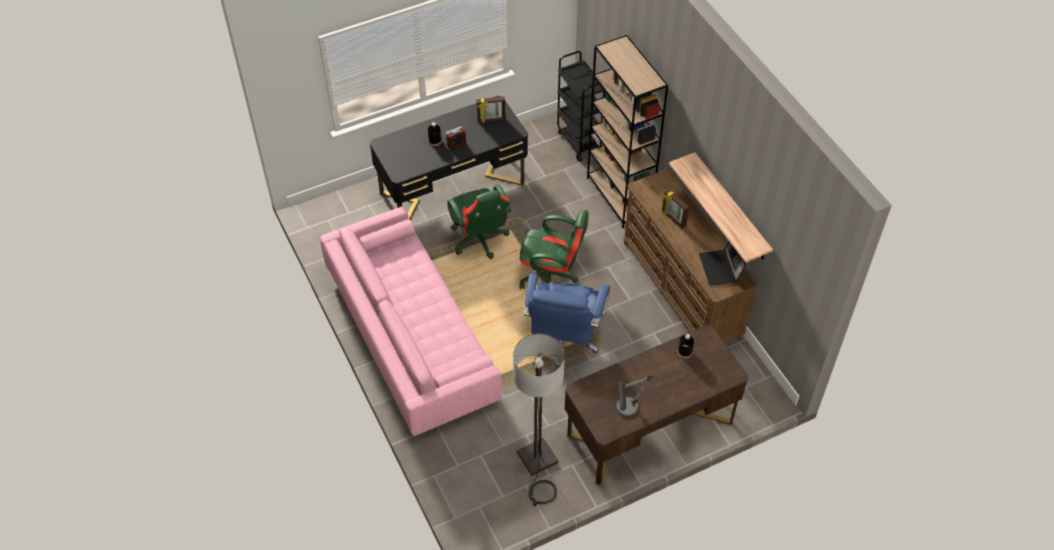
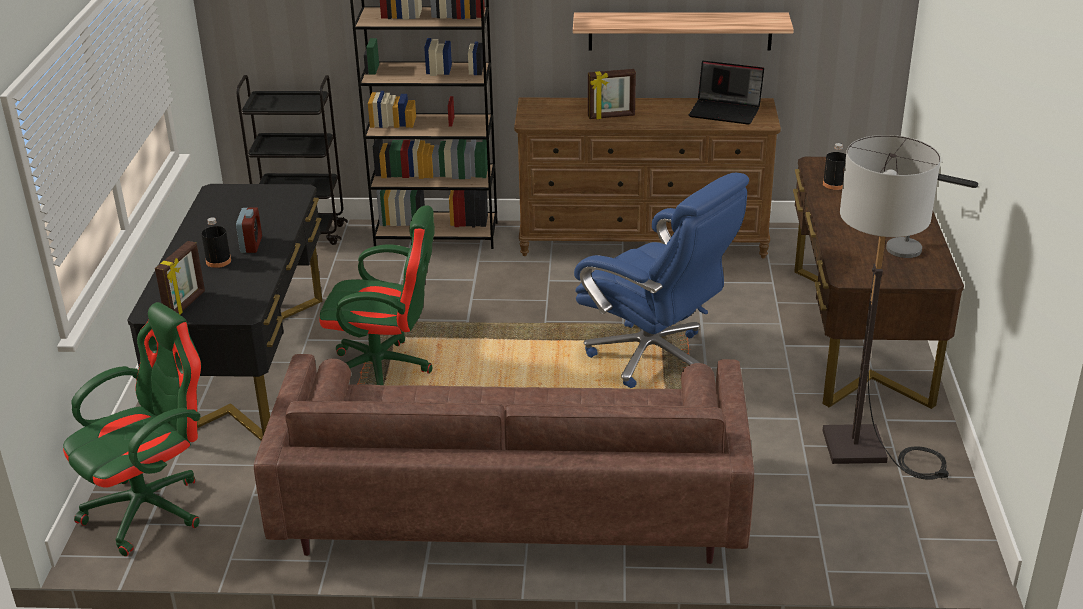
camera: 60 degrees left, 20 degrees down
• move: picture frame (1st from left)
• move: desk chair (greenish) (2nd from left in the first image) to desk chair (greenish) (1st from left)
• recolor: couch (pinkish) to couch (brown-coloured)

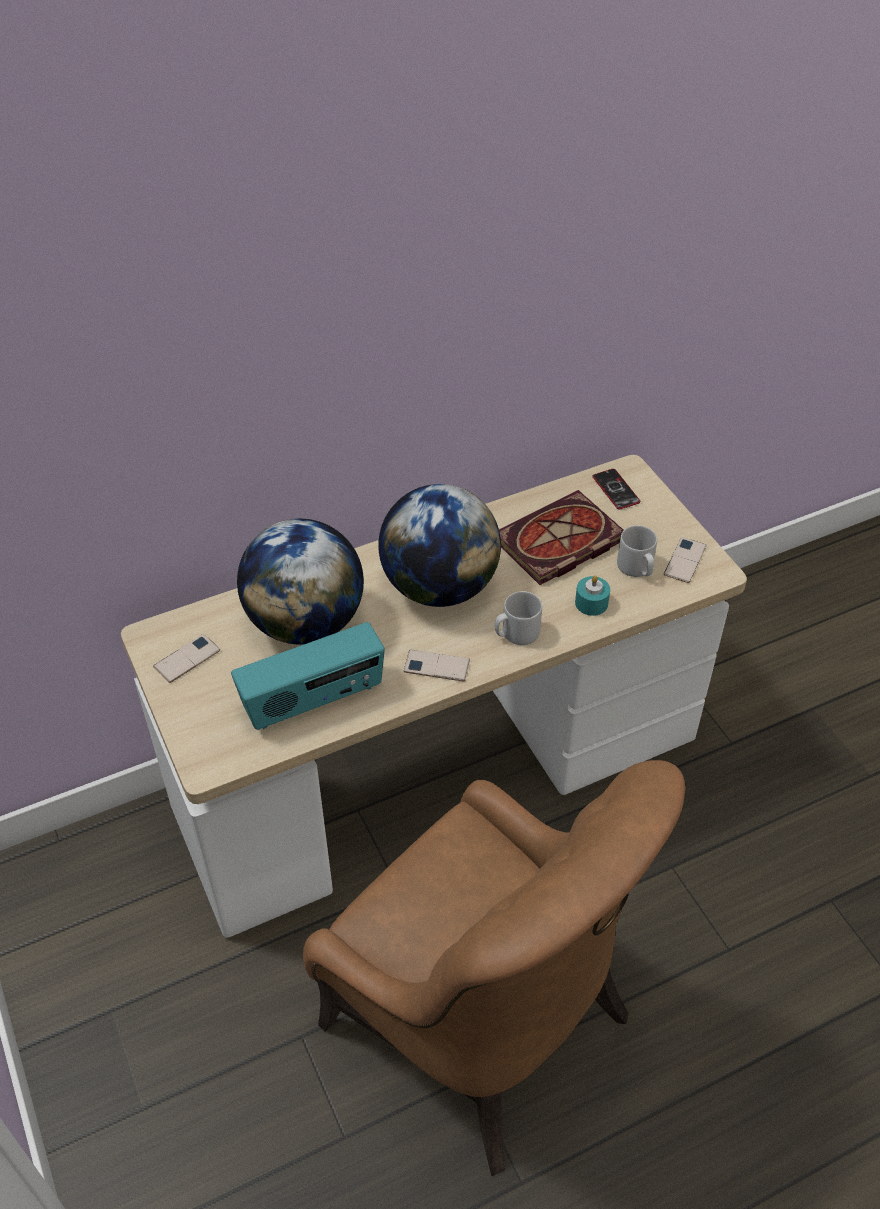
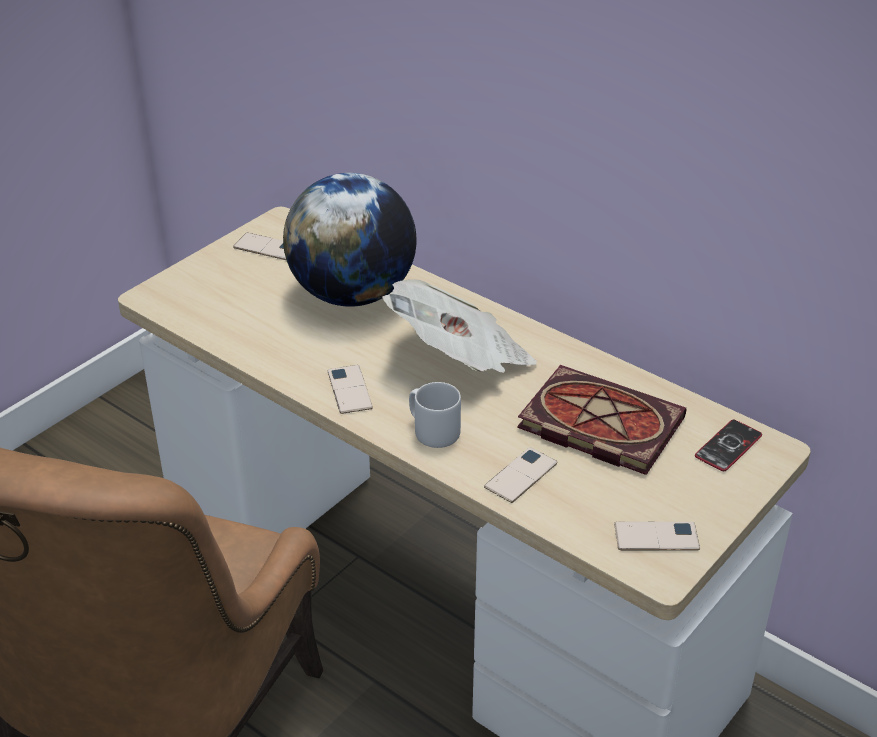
camera: 65 degrees right, 10 degrees down
• delete: radio set
• delete: coffee mug (gray) (2nd from left)
• replace: globe (2nd from left) to printed paper
• replace: wax light (blue-green) to telephone (3rd from left)

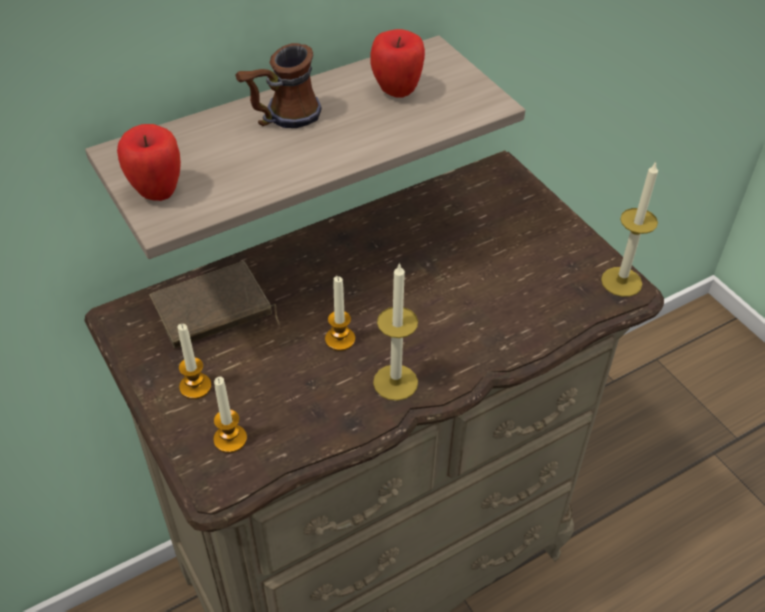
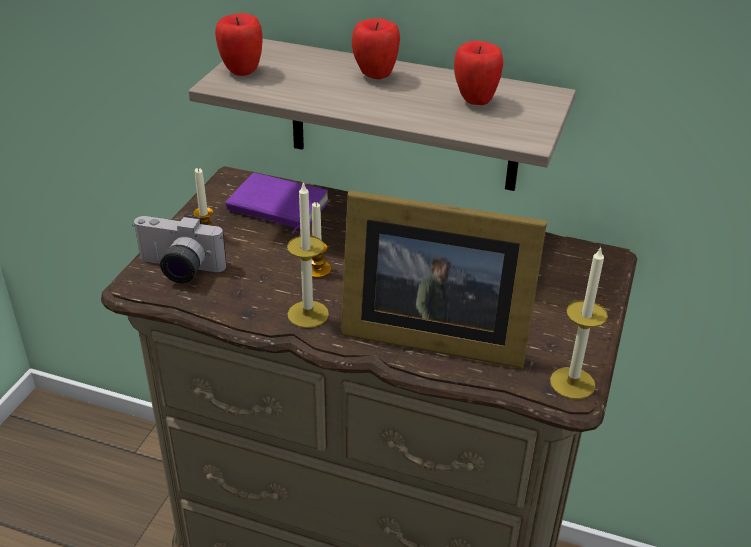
camera: 50 degrees right, 10 degrees down
• insert: picture frame
• replace: wax light (2nd from left) to still camera
• replace: coffee mug to whole apple (2nd from left)
• recolor: volume (brown-coloured) to volume (purple)

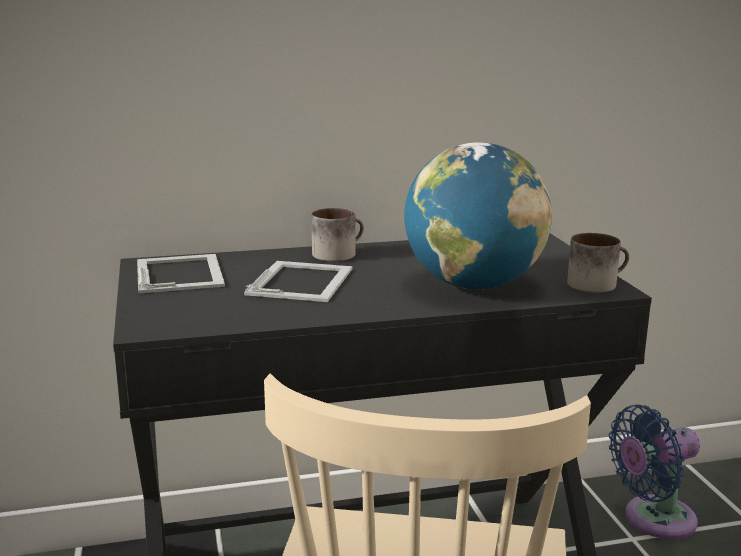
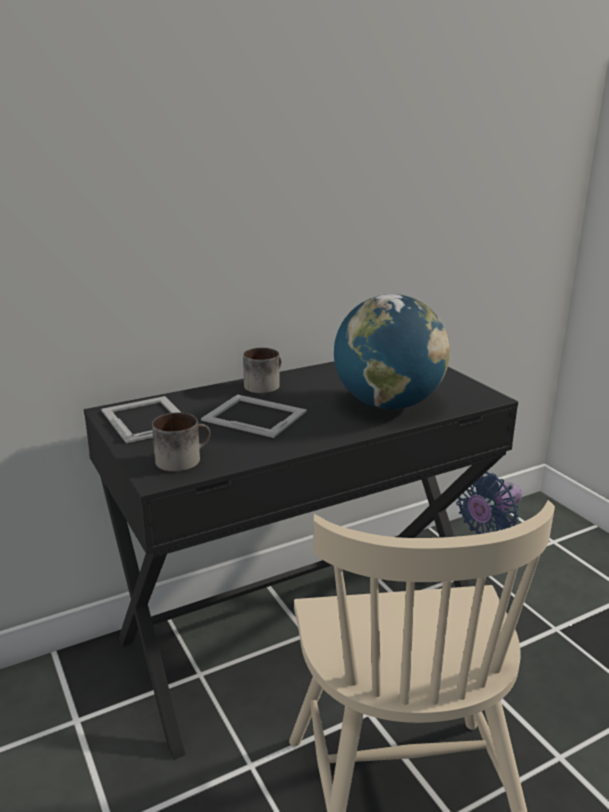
camera: 15 degrees left, 5 degrees up
• move: coffee mug (2nd from left in the first image) to coffee mug (1st from left)
• rotate: picture frame (2nd from left) 60 degrees counterclockwise

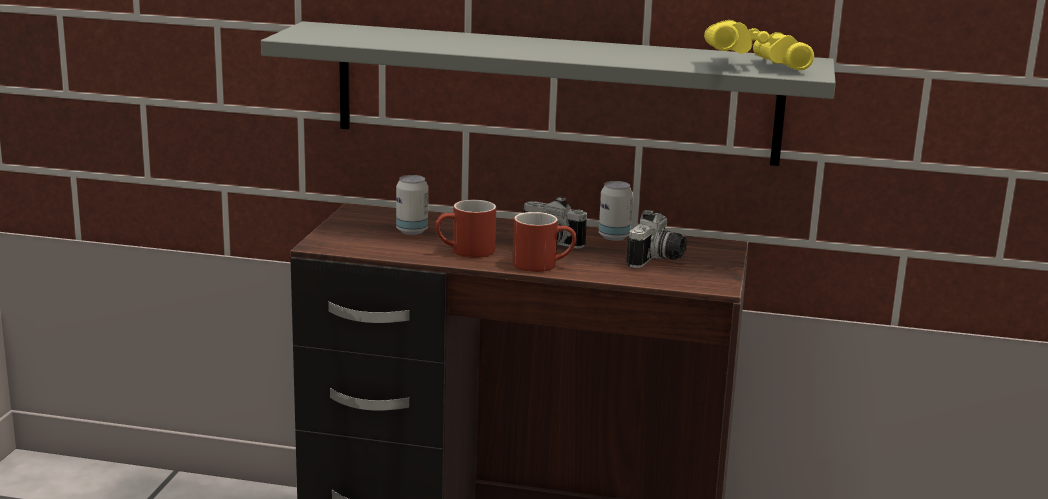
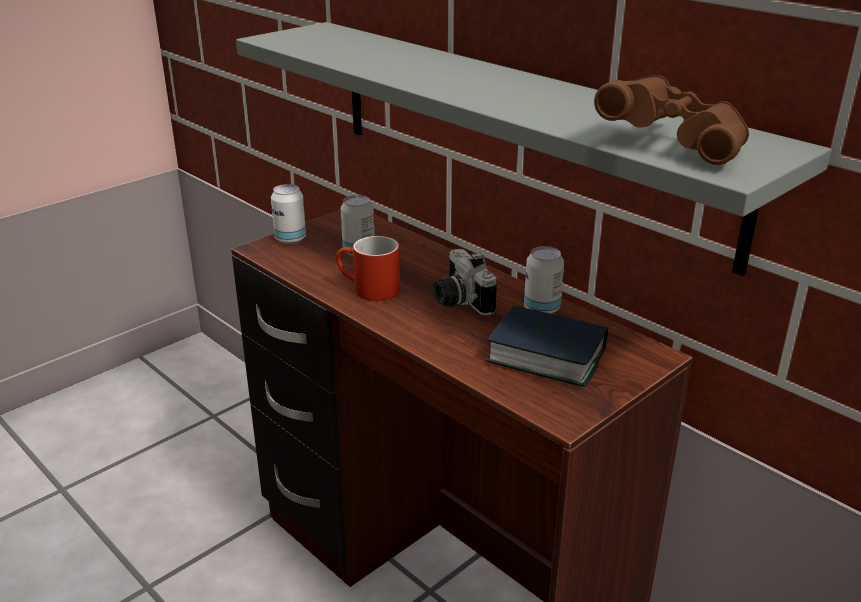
camera: 35 degrees right, 10 degrees up
• delete: coffee mug (red-coloured) (2nd from left)
• insert: can (1st from left)
• replace: still camera (2nd from left) to volume
• recolor: binoculars (yellow) to binoculars (brown-coloured)

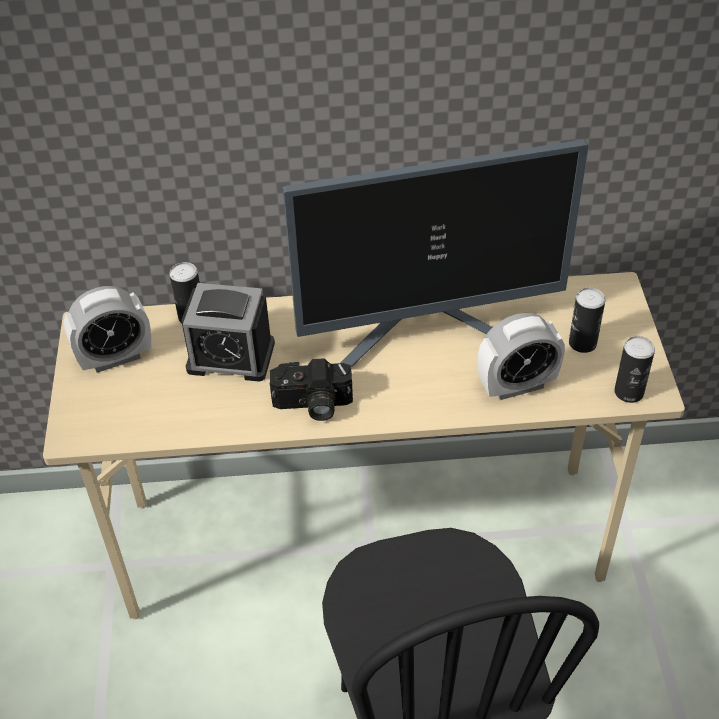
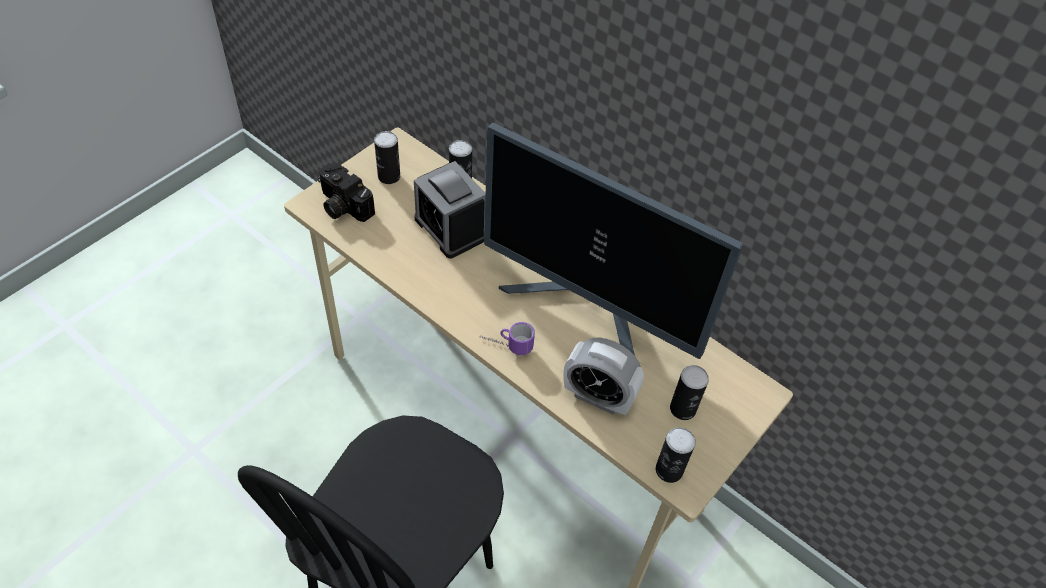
camera: 40 degrees right, 5 degrees up
• insert: coffee mug
• move: still camera
• replace: bedside clock (1st from left) to can (1st from left)

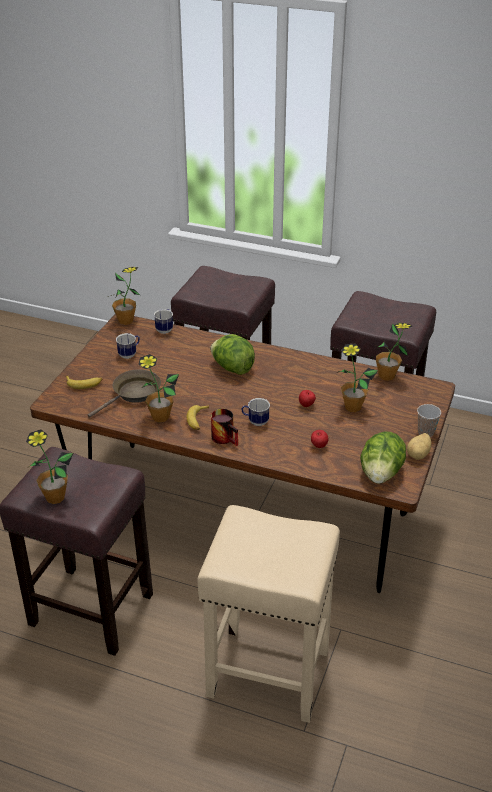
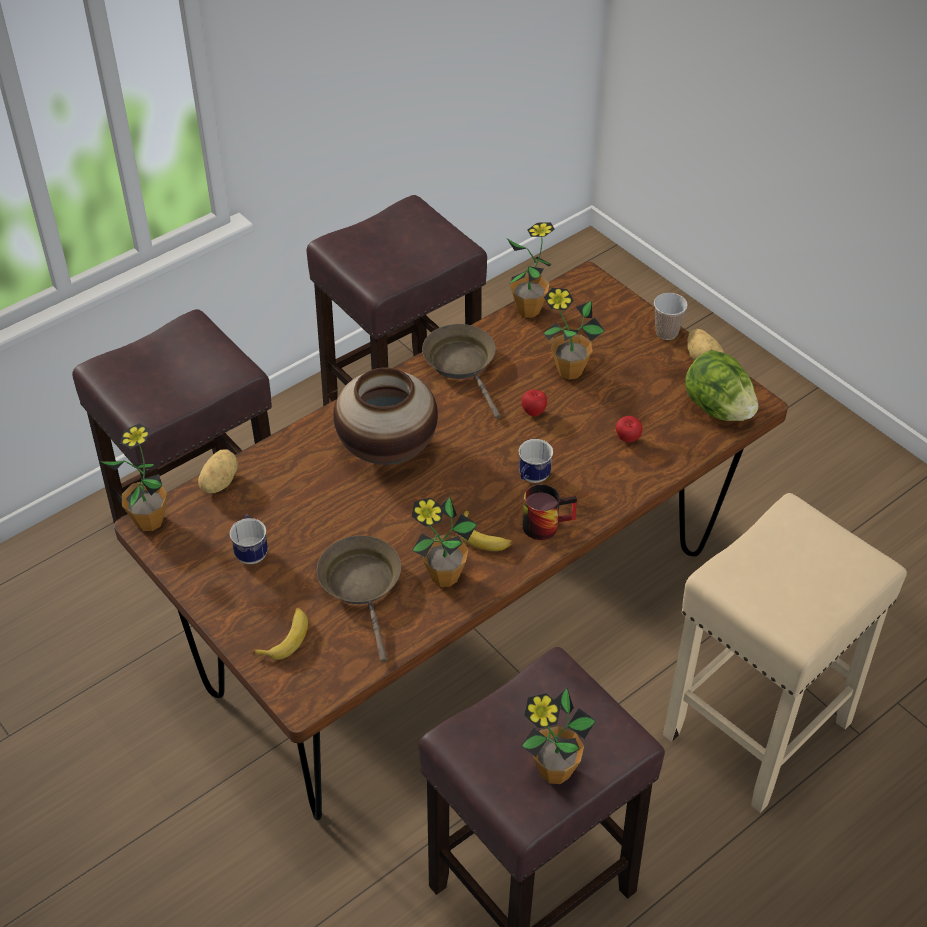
camera: 60 degrees left, 10 degrees up
• insert: skillet (brown-coloured) (2nd from left)
• replace: coffee mug (2nd from left) to spud (1st from left)
• replace: head of lettuce (1st from left) to vase

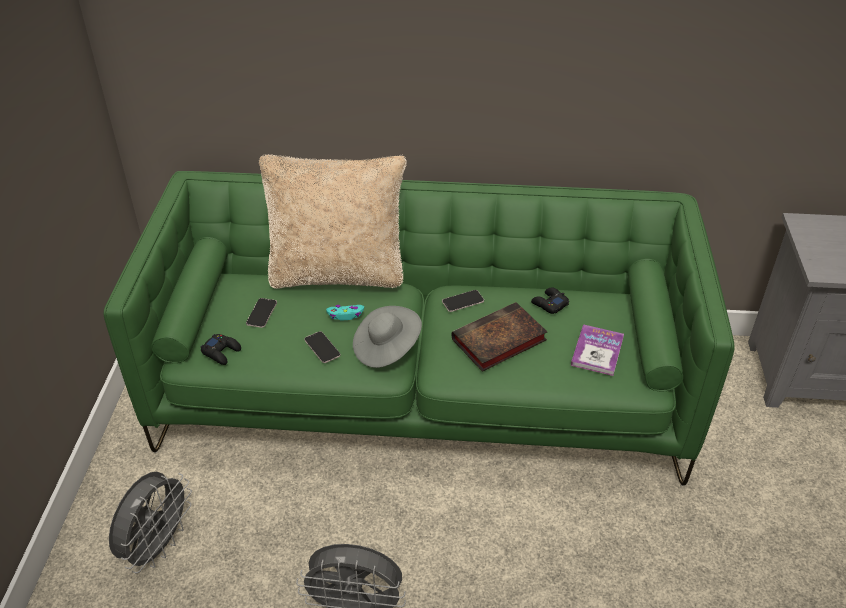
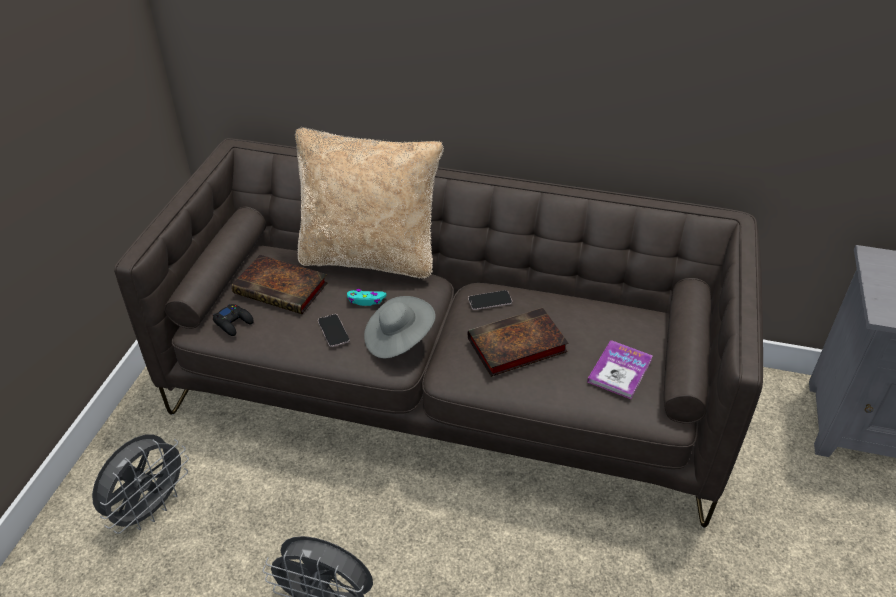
camera: 10 degrees right, 0 degrees up
• delete: game controller (black-coloured) (2nd from left)
• replace: telephone (1st from left) to volume (1st from left)
• recolor: couch (greenish) to couch (gray)

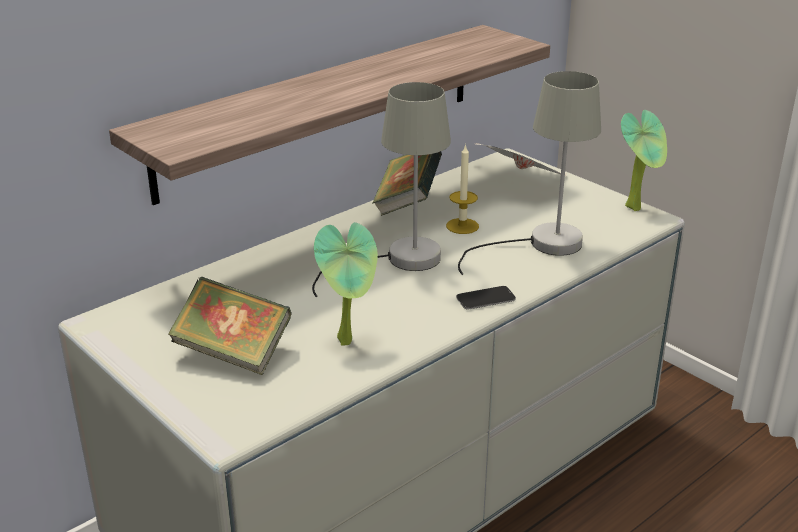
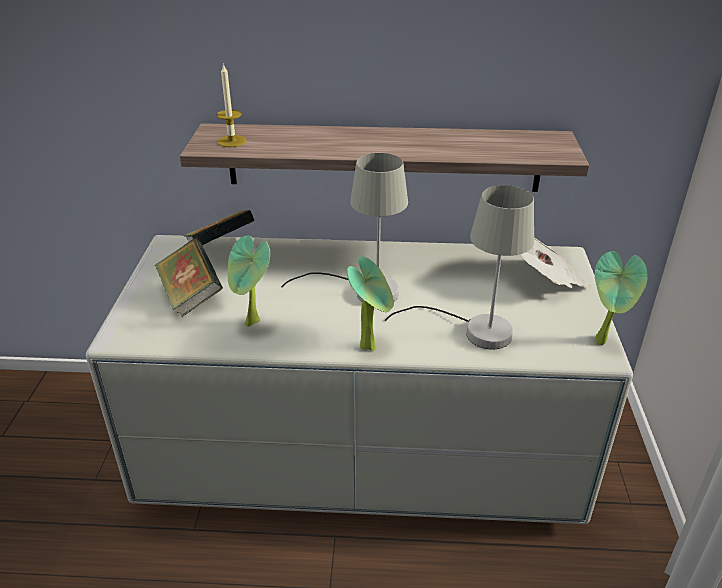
camera: 45 degrees right, 5 degrees up
• move: volume (2nd from left)
• move: wax light
• replace: telephone to plant in a pot (2nd from left)

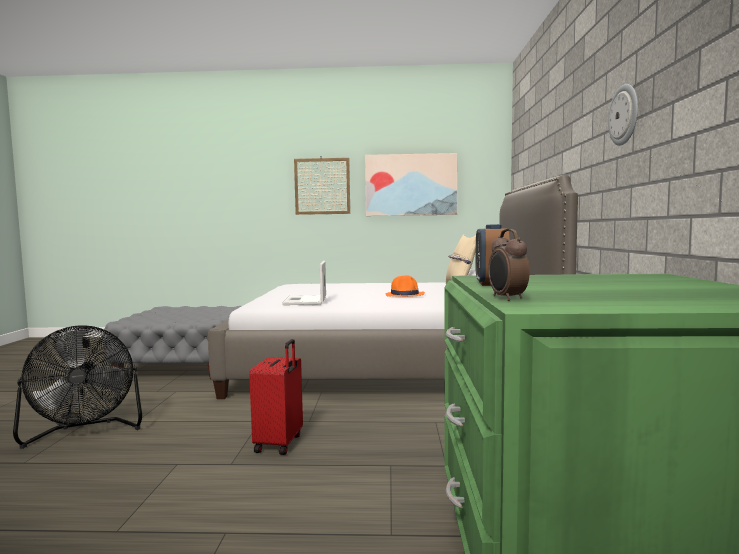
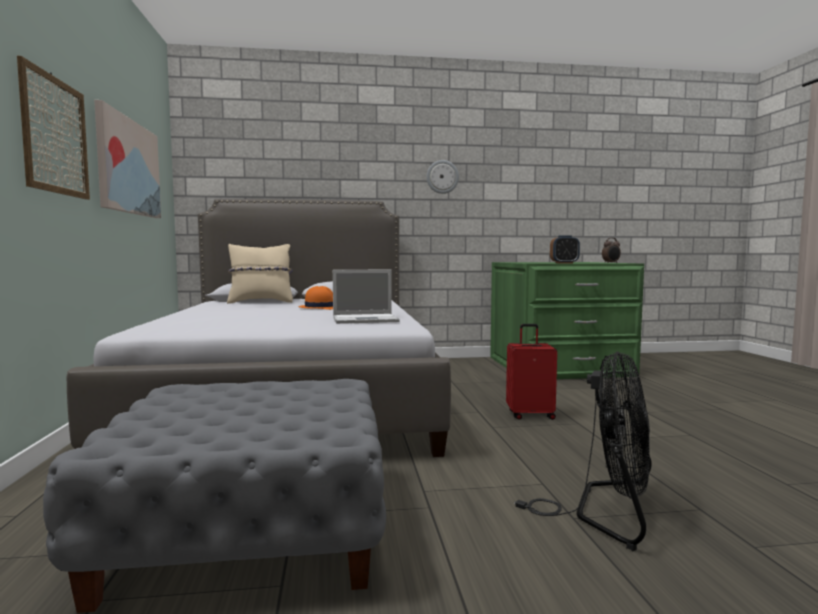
camera: 100 degrees left, 0 degrees up
• rotate: electric fan (black-coloured) 60 degrees clockwise

